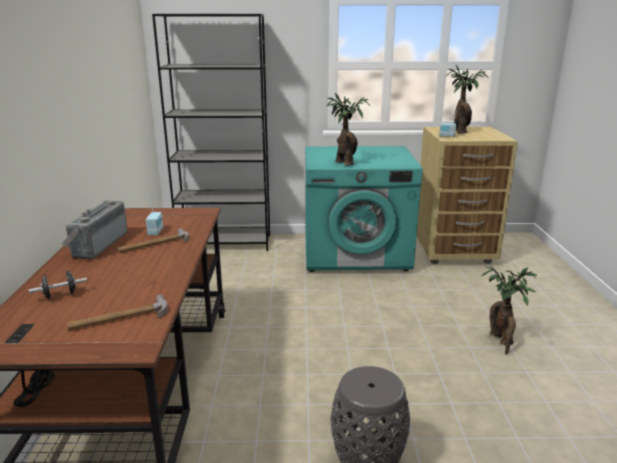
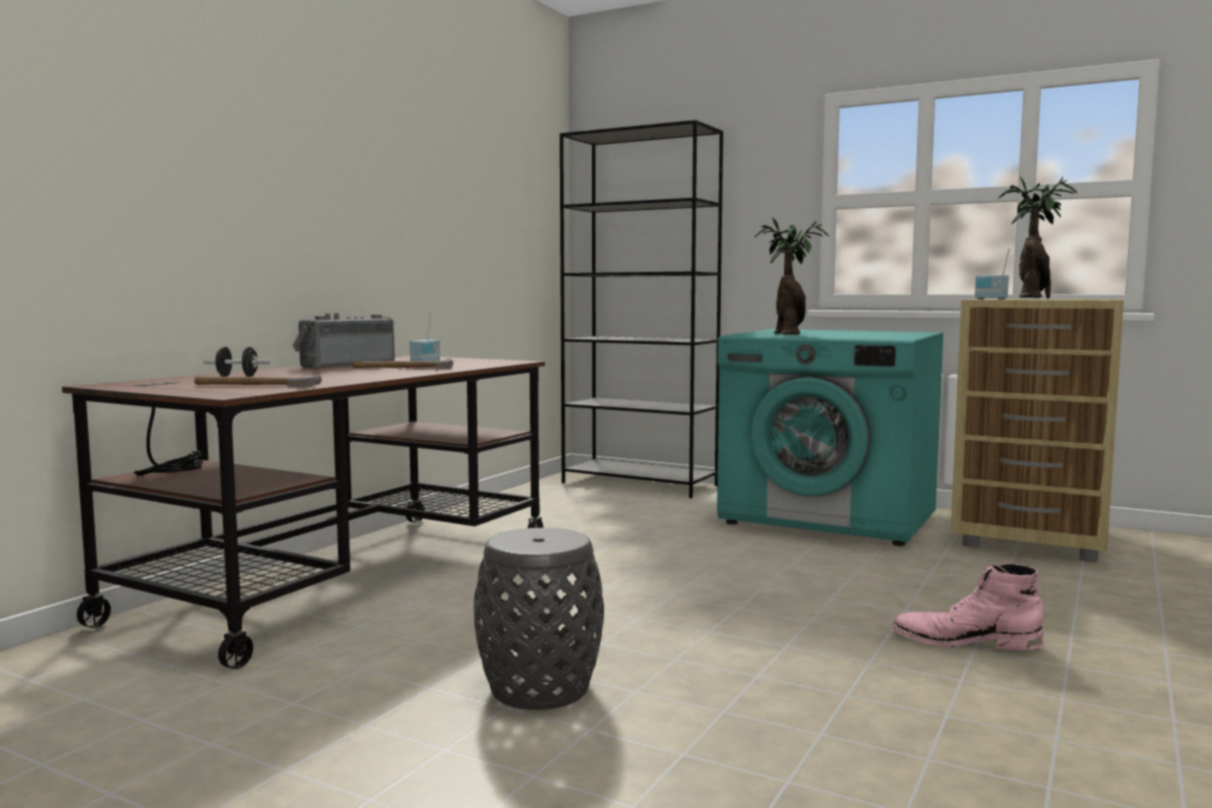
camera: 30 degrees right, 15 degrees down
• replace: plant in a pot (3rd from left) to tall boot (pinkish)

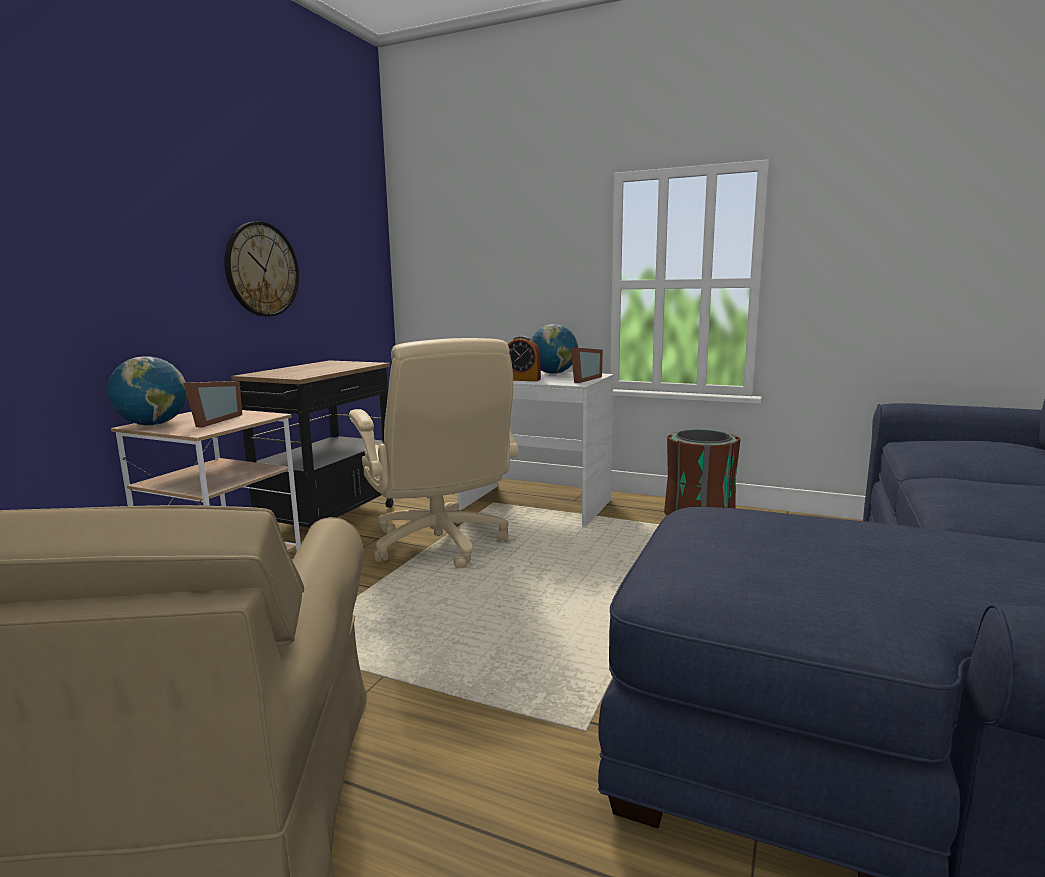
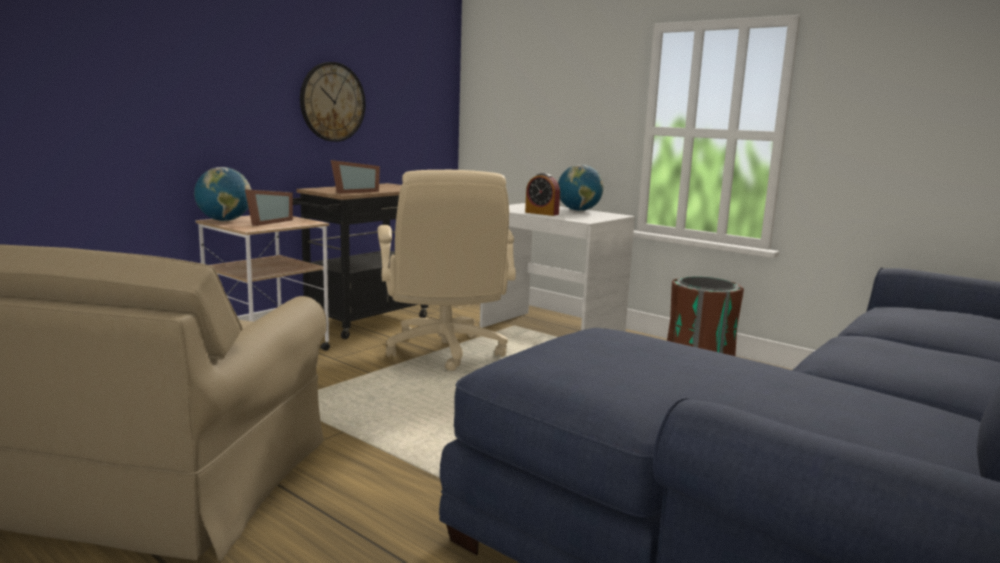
camera: 15 degrees right, 0 degrees up
• move: picture frame (2nd from left)

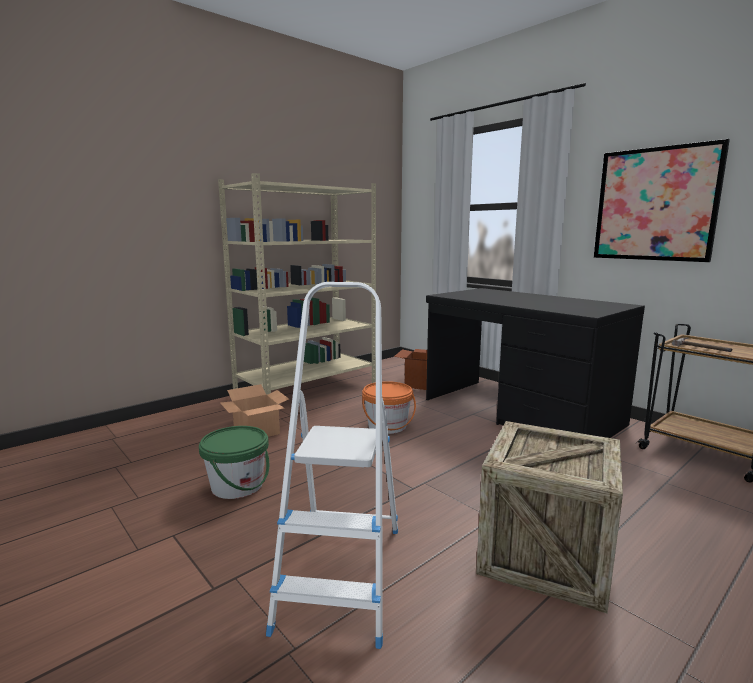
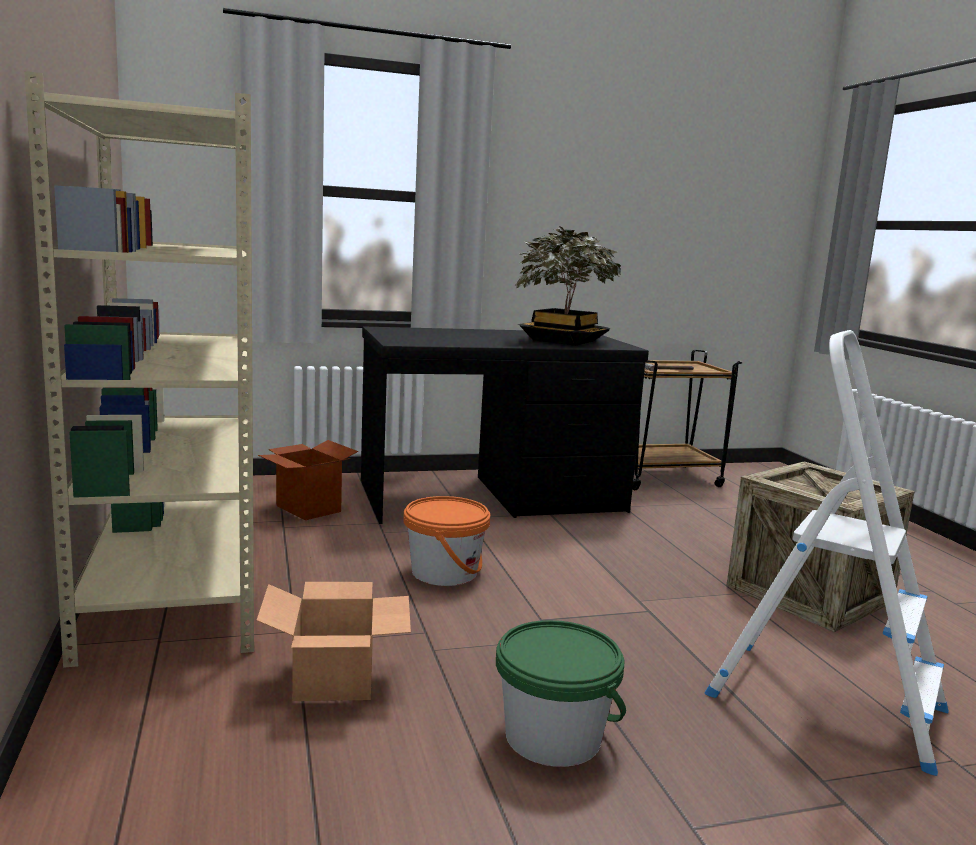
camera: 65 degrees left, 0 degrees up
• delete: wall art
• insert: plant in a pot

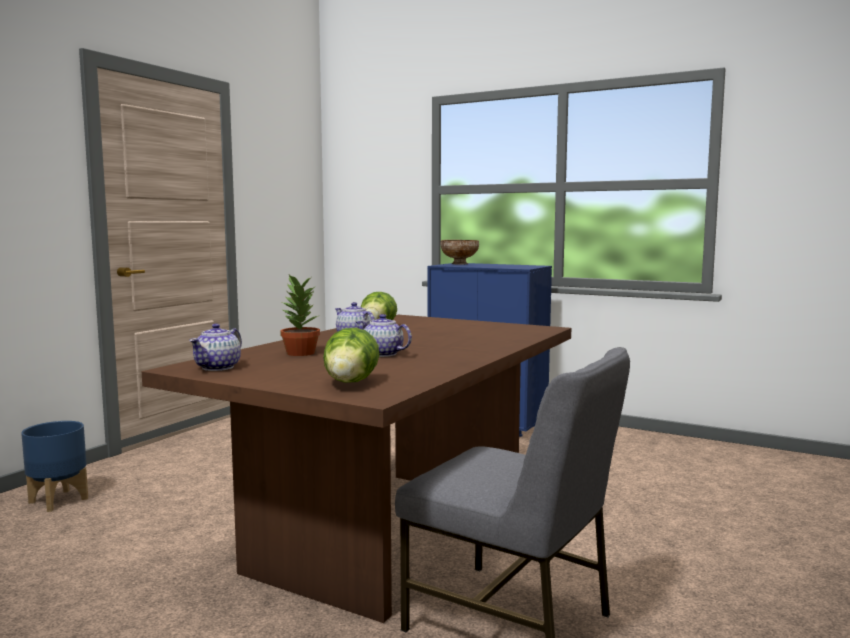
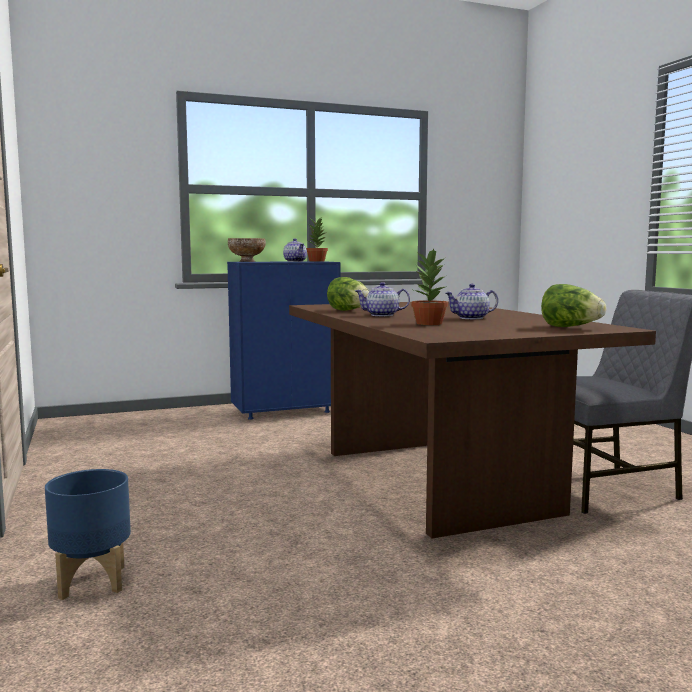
camera: 50 degrees left, 0 degrees up
• insert: plant in a pot (1st from left)
• move: teapot (1st from left)

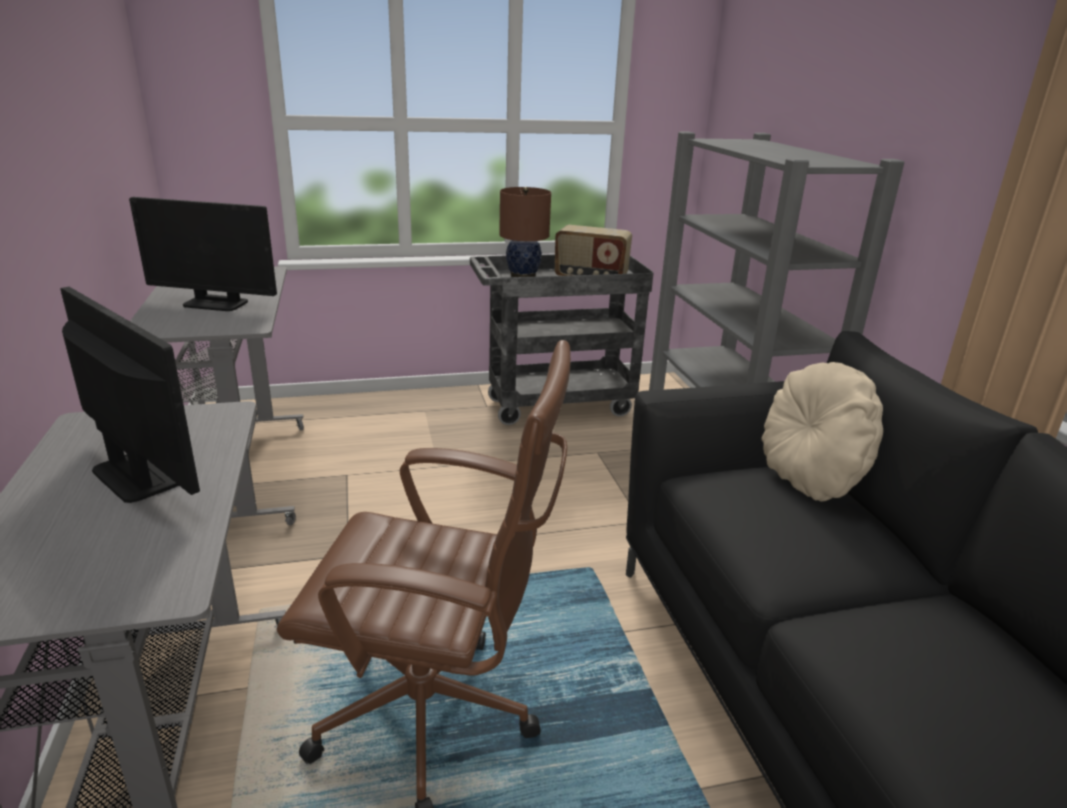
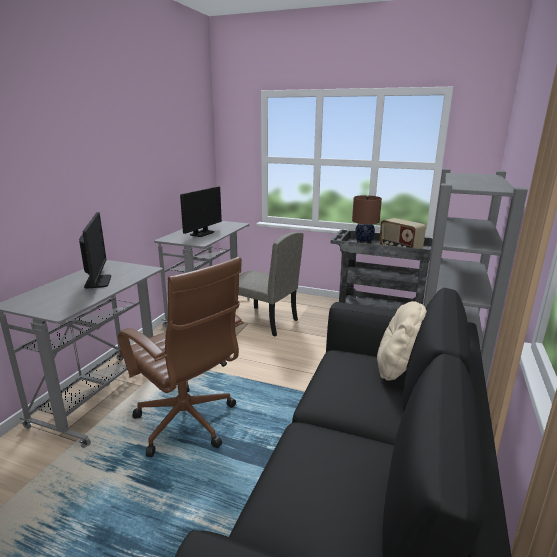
camera: 35 degrees right, 5 degrees down
• insert: chair (beige)
• rotate: computer screen (2nd from left) 105 degrees counterclockwise

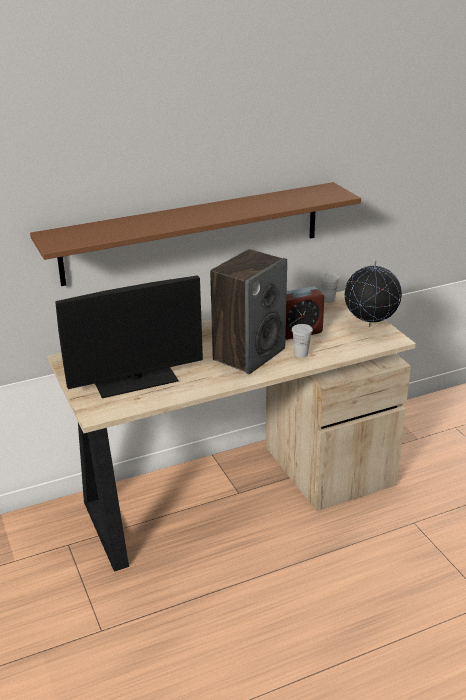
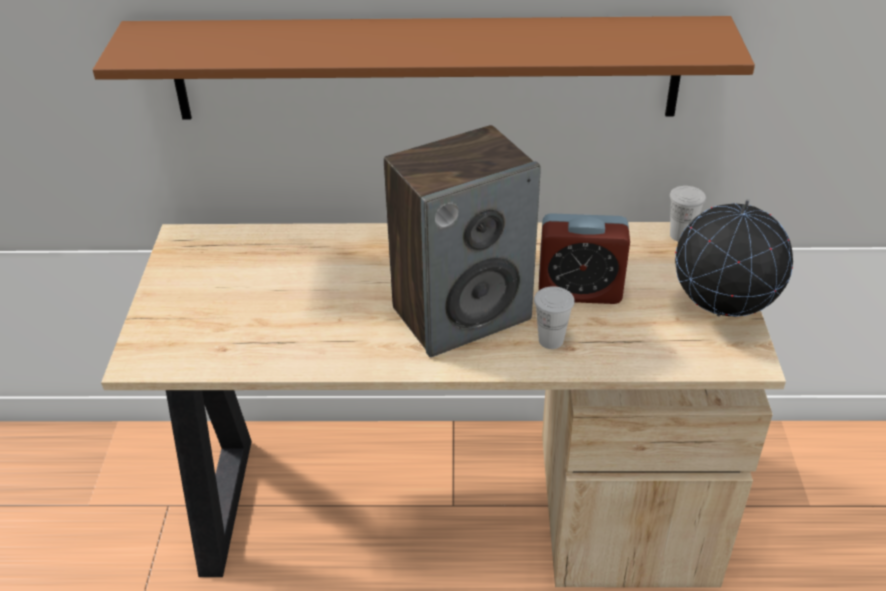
camera: 25 degrees right, 10 degrees up
• delete: computer screen

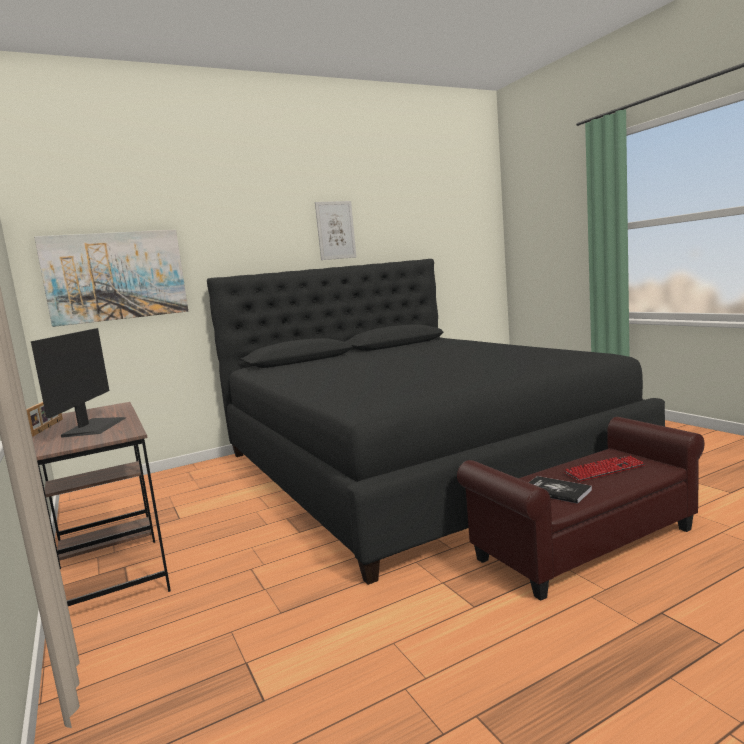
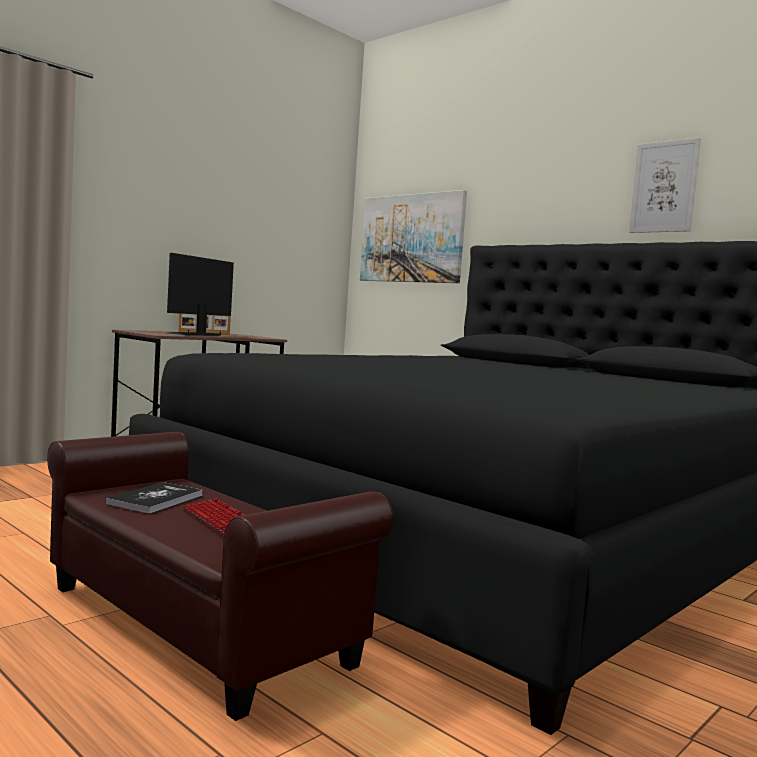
camera: 70 degrees right, 5 degrees down
• rotate: computer screen 135 degrees clockwise

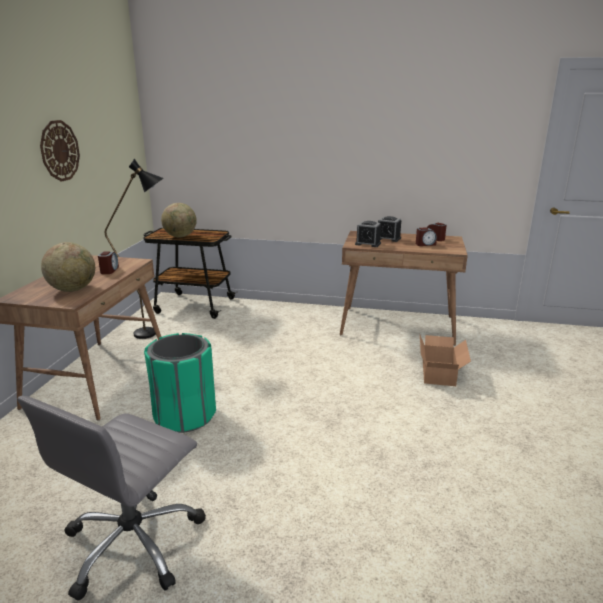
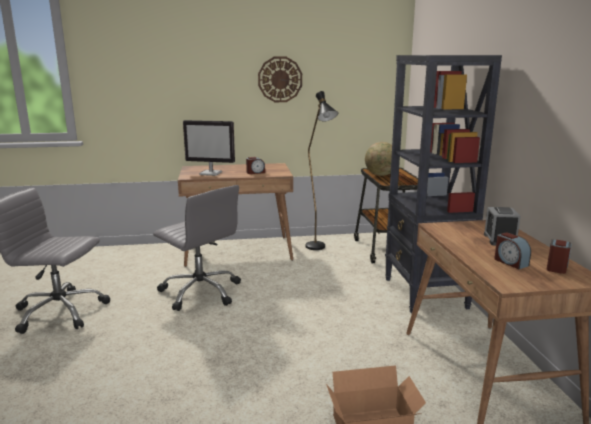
camera: 70 degrees right, 5 degrees down
• delete: bedside clock (2nd from left)
• insert: bookcase (black-coloured)
• replace: globe (1st from left) to computer screen
• replace: trash can (greenish) to desk chair (gray) (2nd from left)

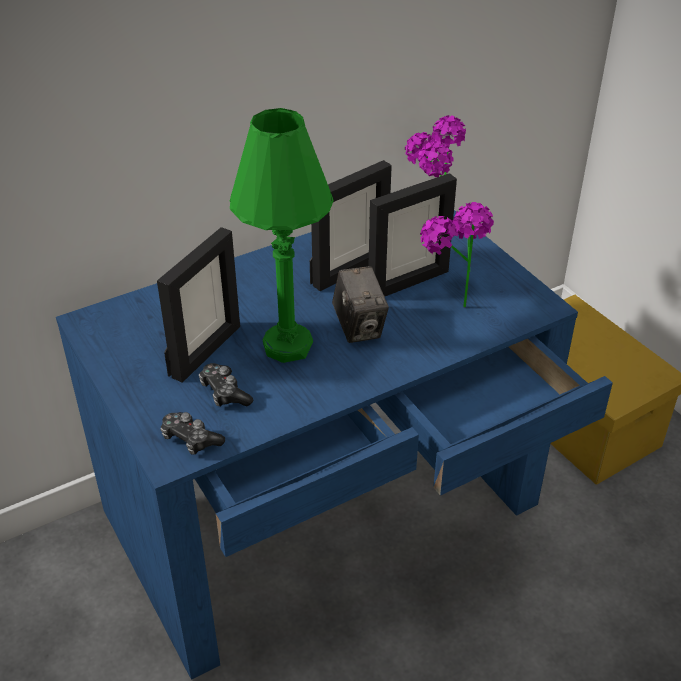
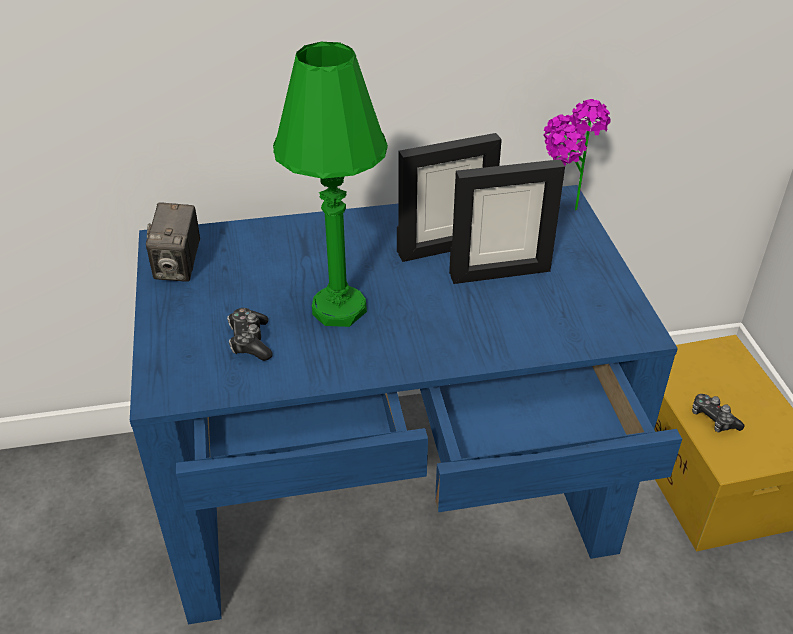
camera: 20 degrees right, 0 degrees up
• delete: picture frame (1st from left)
• delete: plant in a pot (2nd from left)
• move: game controller (1st from left in the first image) to game controller (2nd from left)
• move: still camera

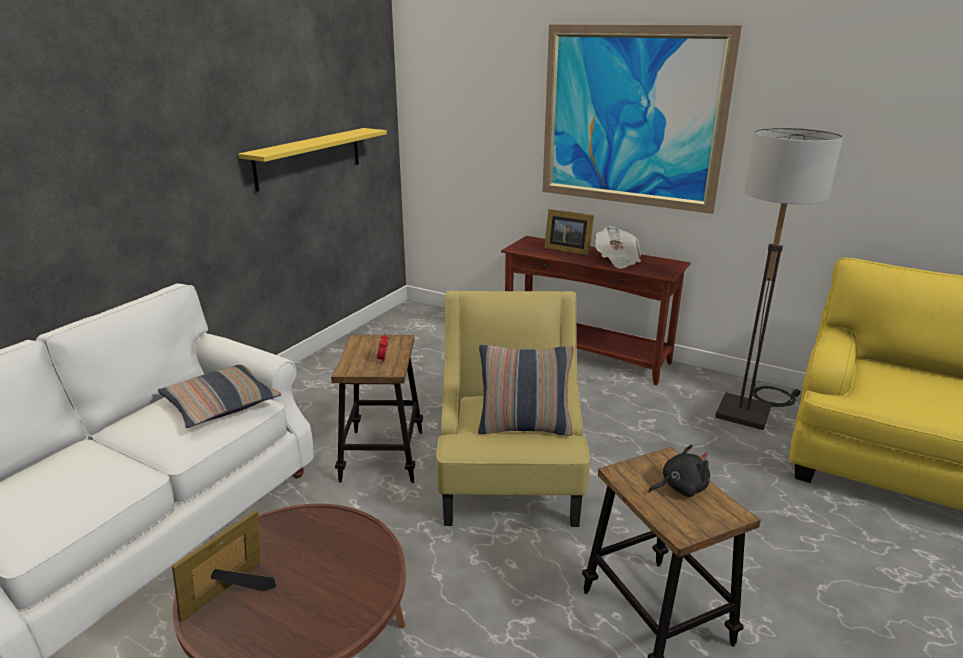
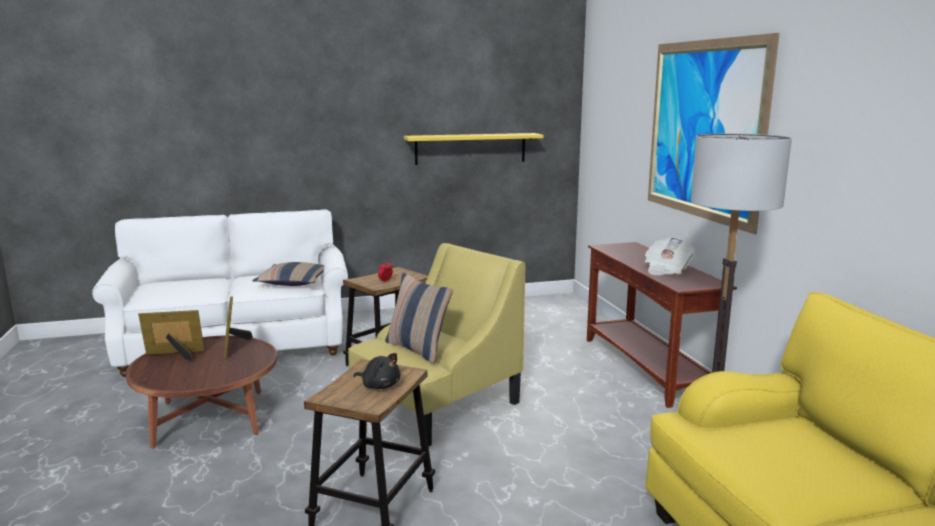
camera: 45 degrees right, 10 degrees down
• move: picture frame (2nd from left)

